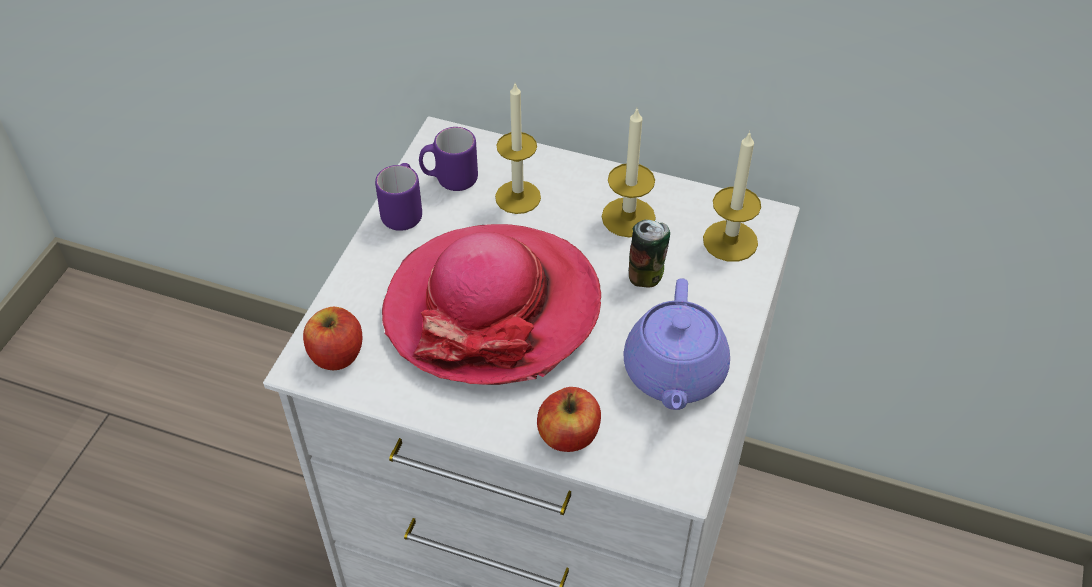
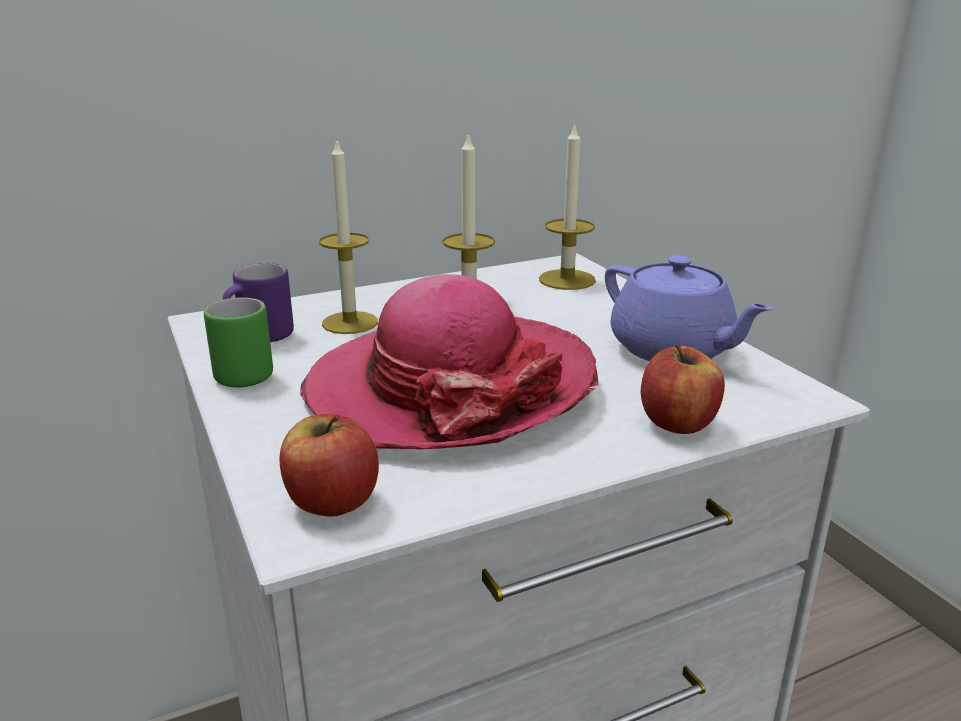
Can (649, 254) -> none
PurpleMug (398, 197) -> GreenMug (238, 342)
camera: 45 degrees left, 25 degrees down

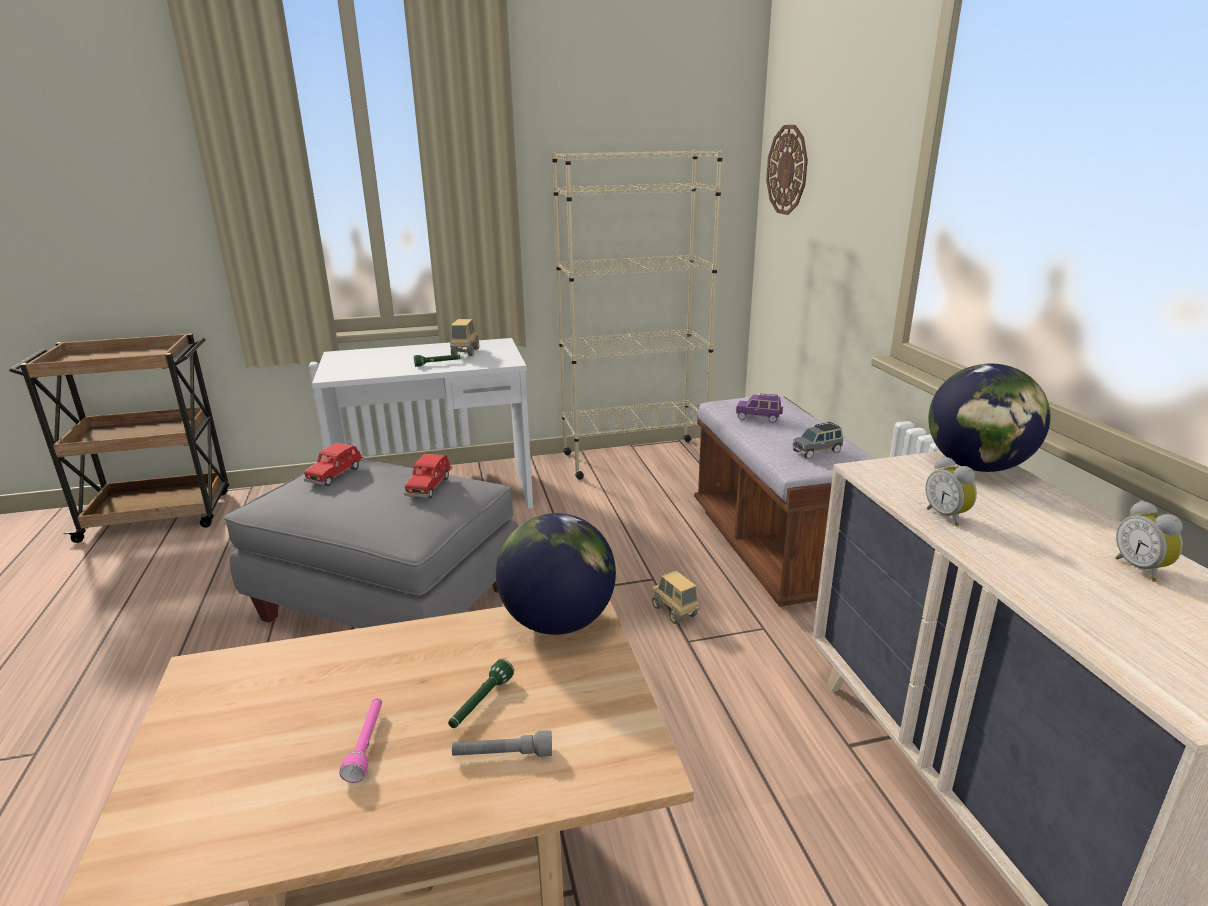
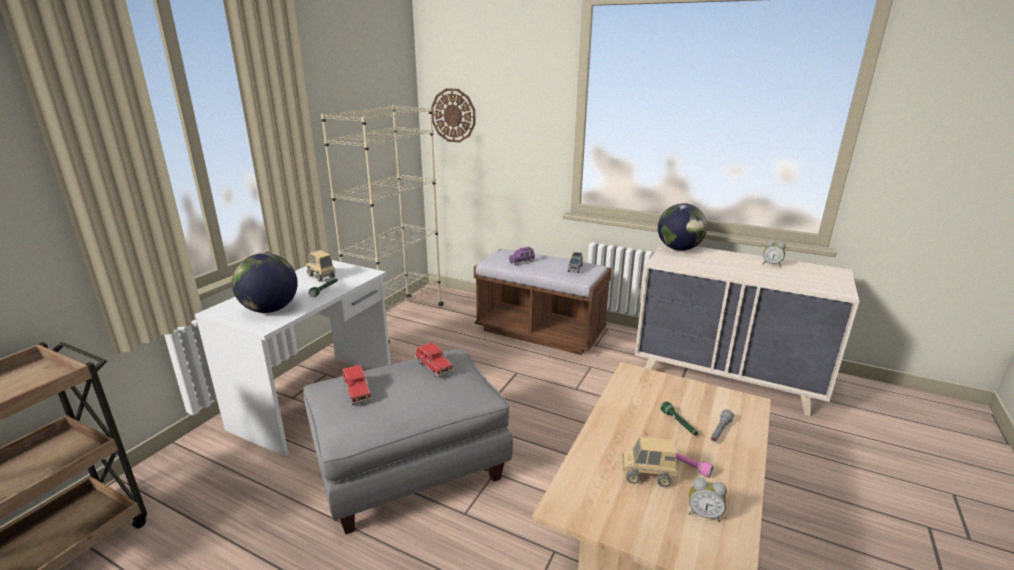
Globe (556, 574) -> Globe (265, 283), relocated
ToyTruck (675, 597) -> ToyTruck (650, 462), relocated
AlarmClock (951, 491) -> AlarmClock (707, 500), relocated
camera: 50 degrees left, 0 degrees up

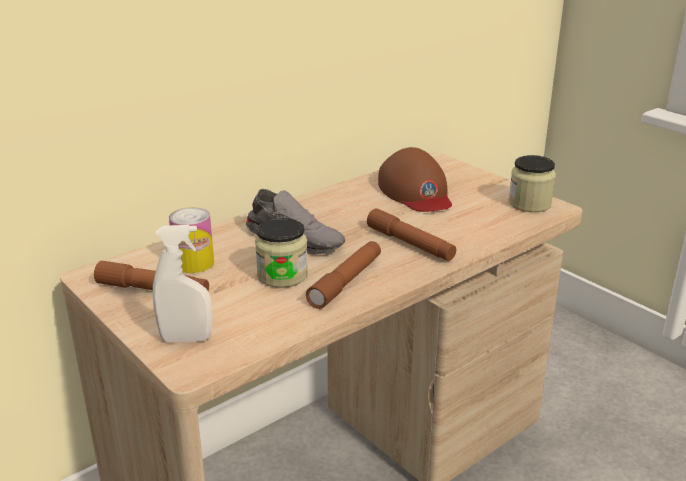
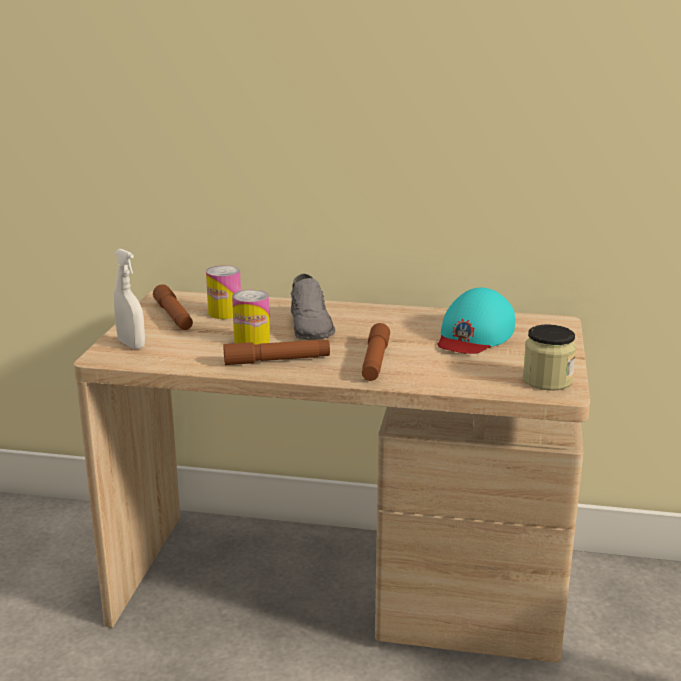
Jar (281, 253) -> Can (251, 317)
BrownCap (415, 179) -> TurquoiseCap (476, 320)
camera: 50 degrees right, 5 degrees down

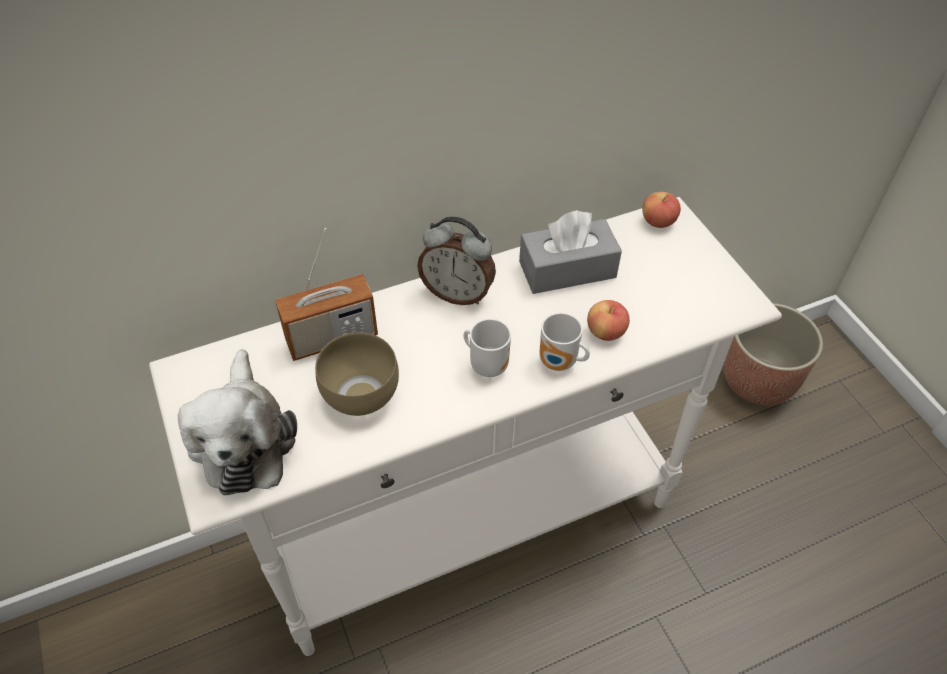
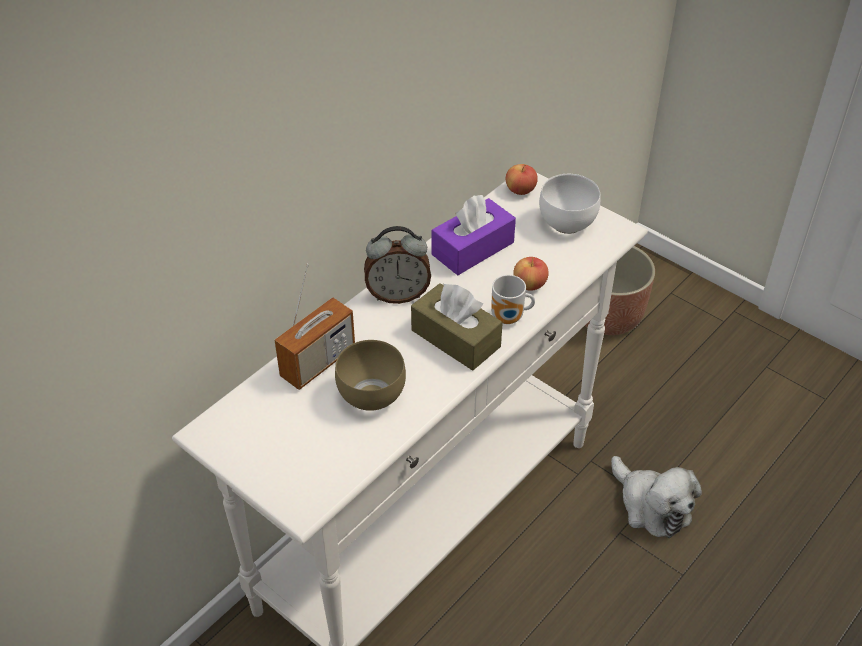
none -> WhiteBowl (569, 204)
PlushToy (237, 422) -> PlushToy (656, 497), relocated
Mug (487, 348) -> BrownTissueBox (457, 326)
GreyTissueBox (570, 252) -> PurpleTissueBox (474, 235)
camera: 25 degrees left, 5 degrees down

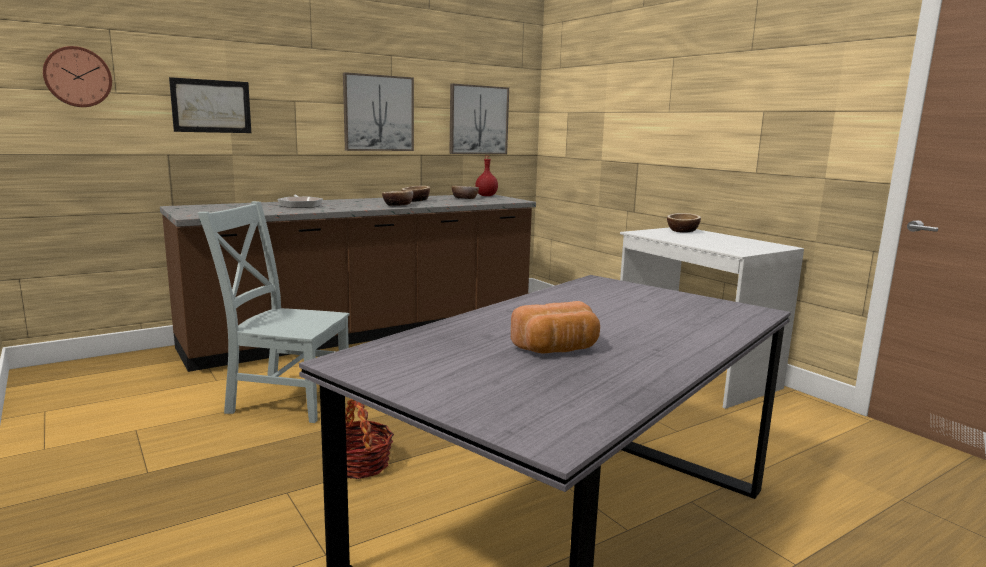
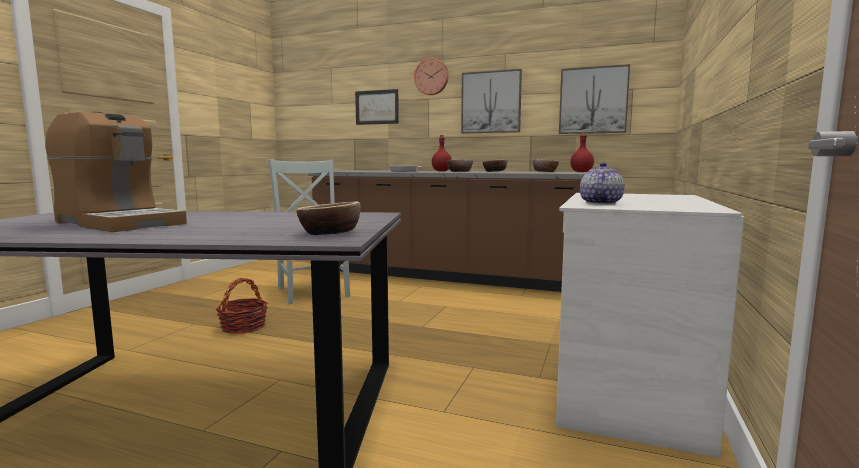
none -> RedBottle (442, 153)
none -> Teapot (602, 183)
WallClock (77, 76) -> WallClock (431, 76), relocated
Bowl (684, 223) -> Bowl (328, 218), relocated
Bread (555, 327) -> CoffeeMachine (116, 172)
camera: 55 degrees right, 5 degrees down

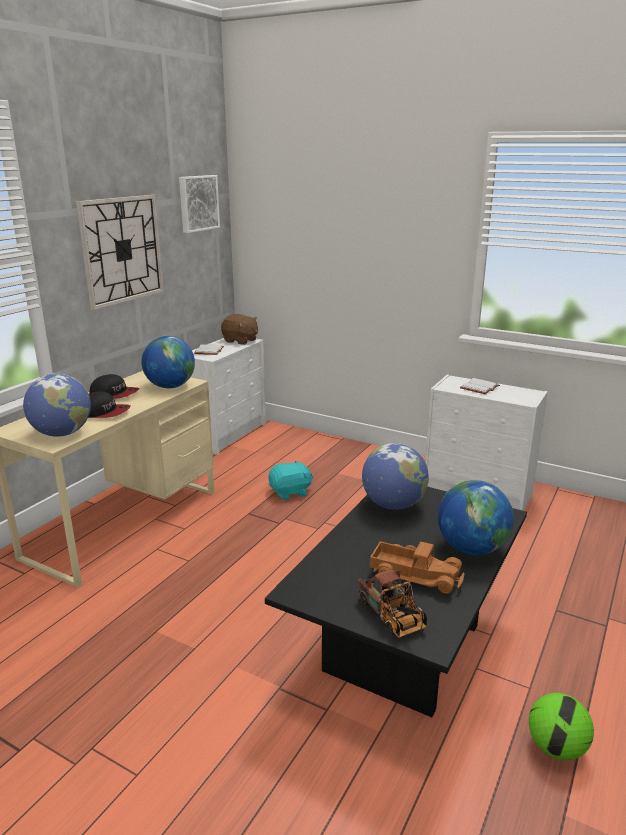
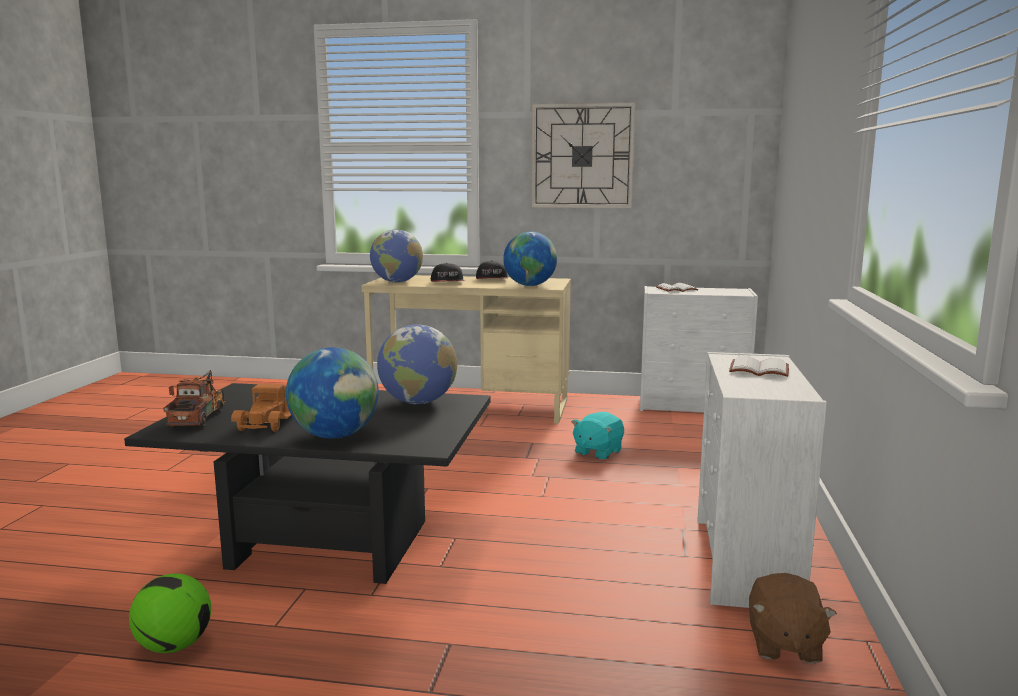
Picture (199, 204) -> none
BrownPlushToy (239, 329) -> BrownPlushToy (793, 618), relocated
TurquoisePlushToy (291, 480) -> TurquoisePlushToy (597, 436), 75 degrees clockwise
ToyTruck (392, 604) -> ToyTruck (194, 399), 135 degrees clockwise
camera: 70 degrees right, 10 degrees down

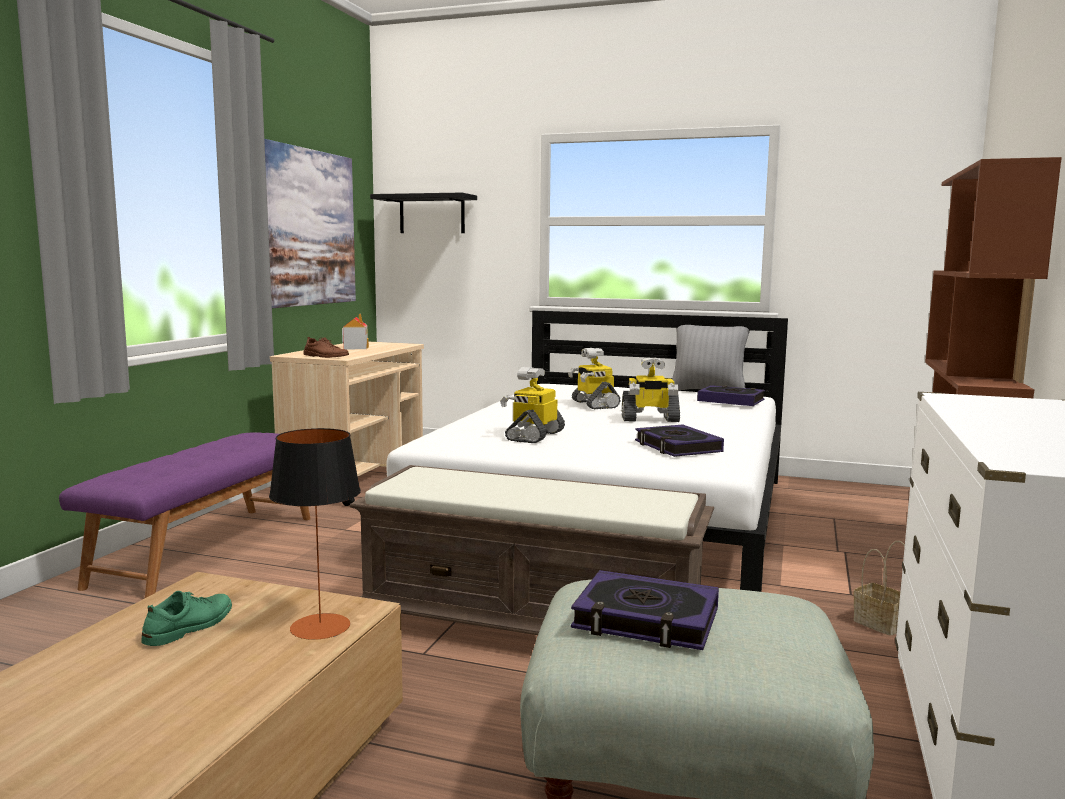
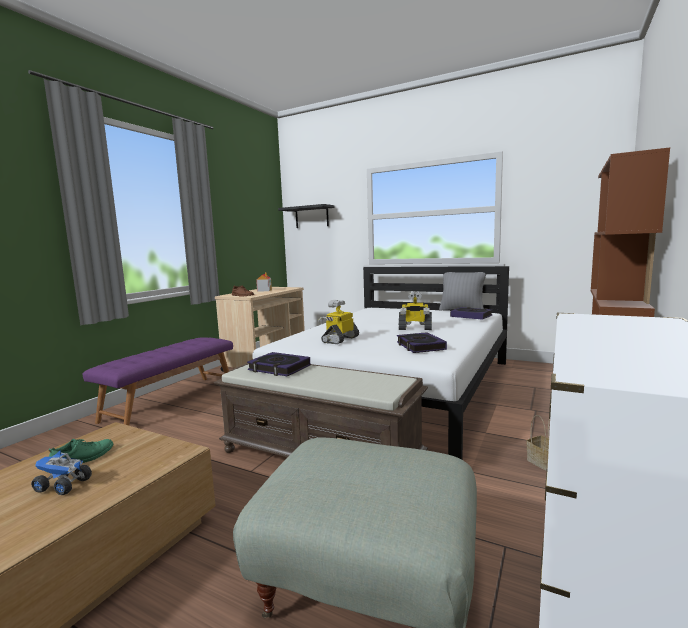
Picture (310, 223) -> none
TableLamp (315, 534) -> none
ToyRobot (594, 378) -> none
none -> ToyTruck (61, 472)
Book (645, 610) -> Book (278, 364), relocated
camera: 10 degrees right, 0 degrees up

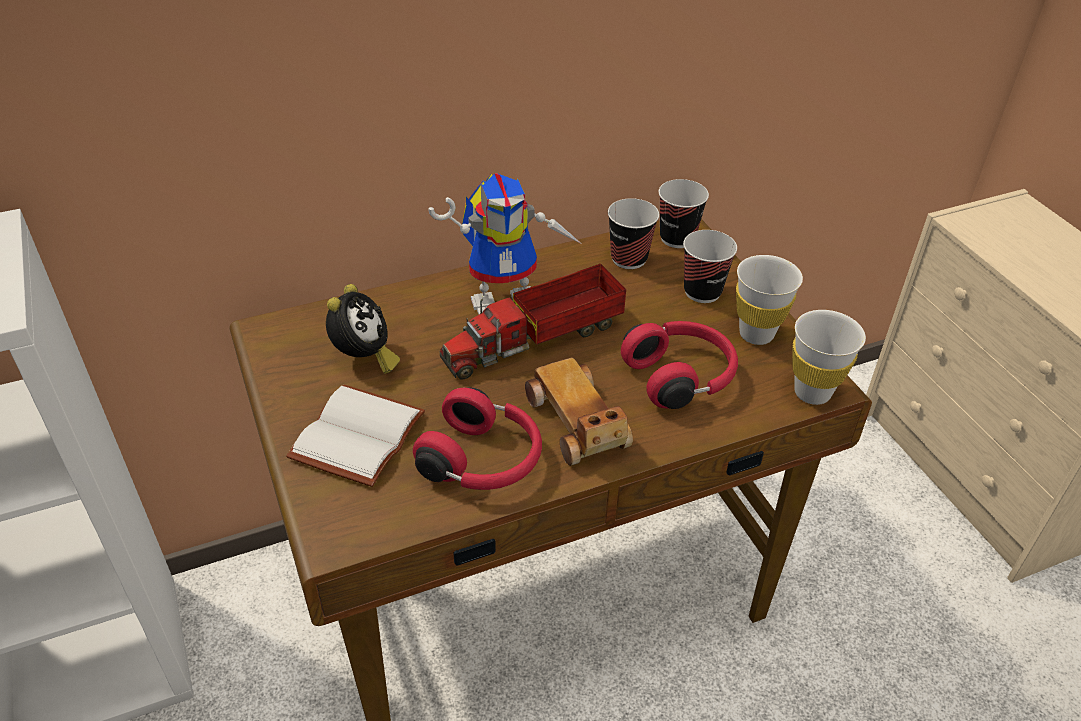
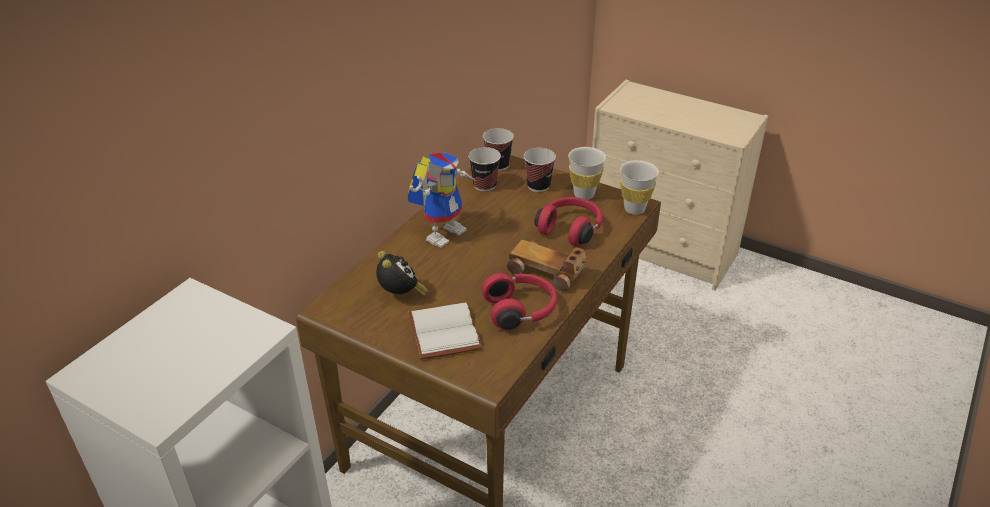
ToyTruck (533, 322) -> none
camera: 35 degrees left, 5 degrees down

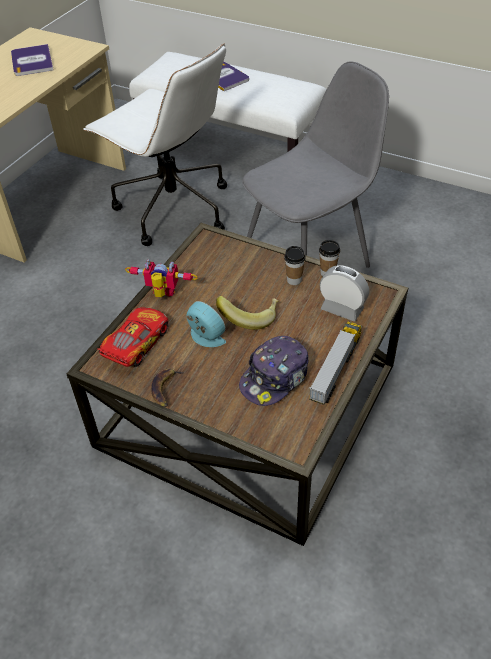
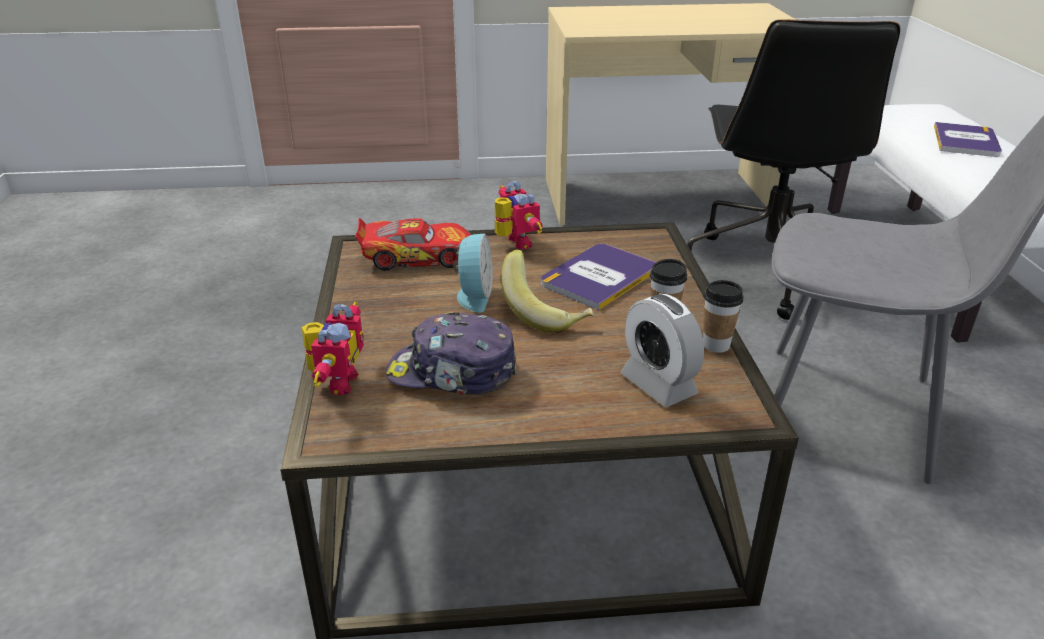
Banana (168, 387) -> none
ToyTruck (335, 363) -> none
none -> ToyRobot (333, 348)
Book (32, 60) -> Book (598, 277), relocated
WhiteOfficeChair (155, 144) -> BlackOfficeChair (793, 169)
AlarmClock (344, 293) -> AlarmClock (662, 350), 150 degrees clockwise
camera: 55 degrees right, 15 degrees down

